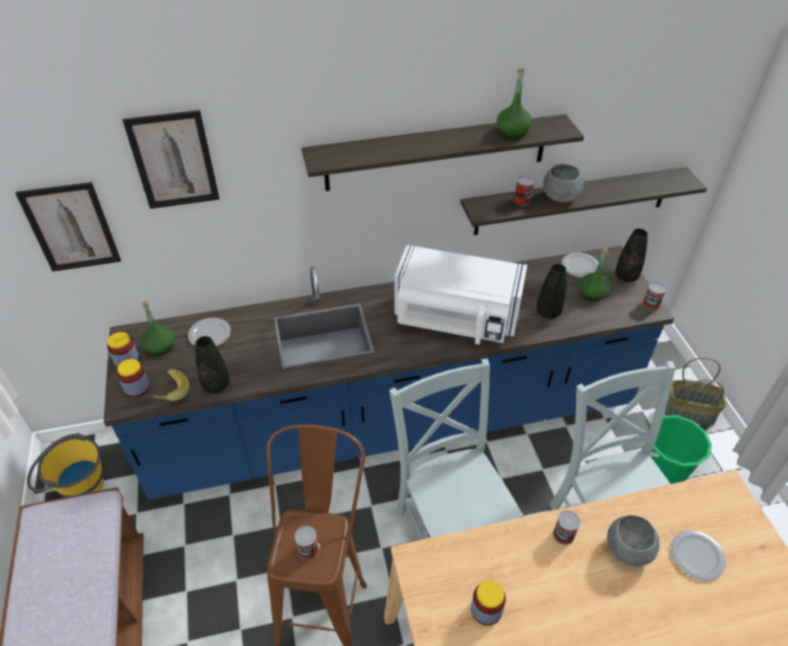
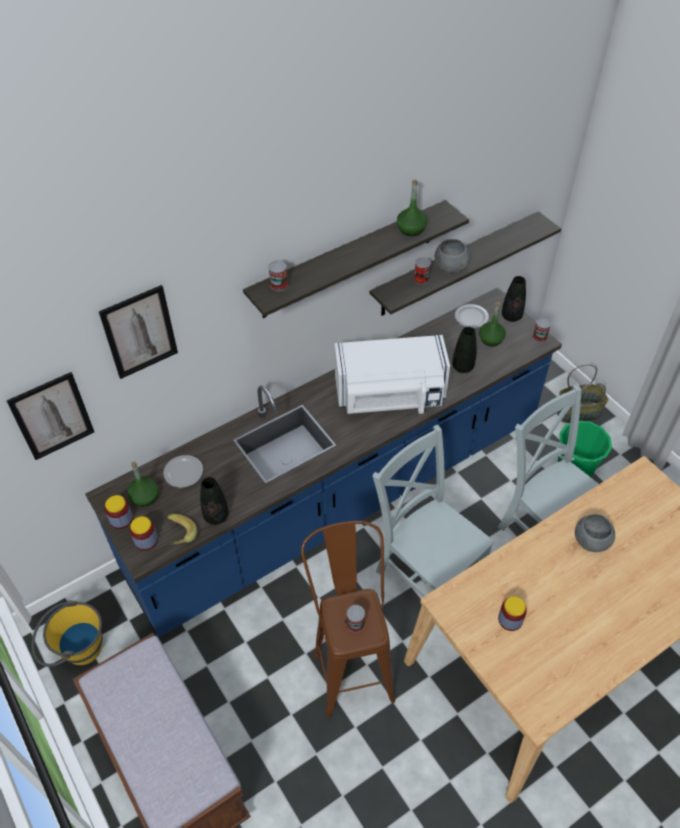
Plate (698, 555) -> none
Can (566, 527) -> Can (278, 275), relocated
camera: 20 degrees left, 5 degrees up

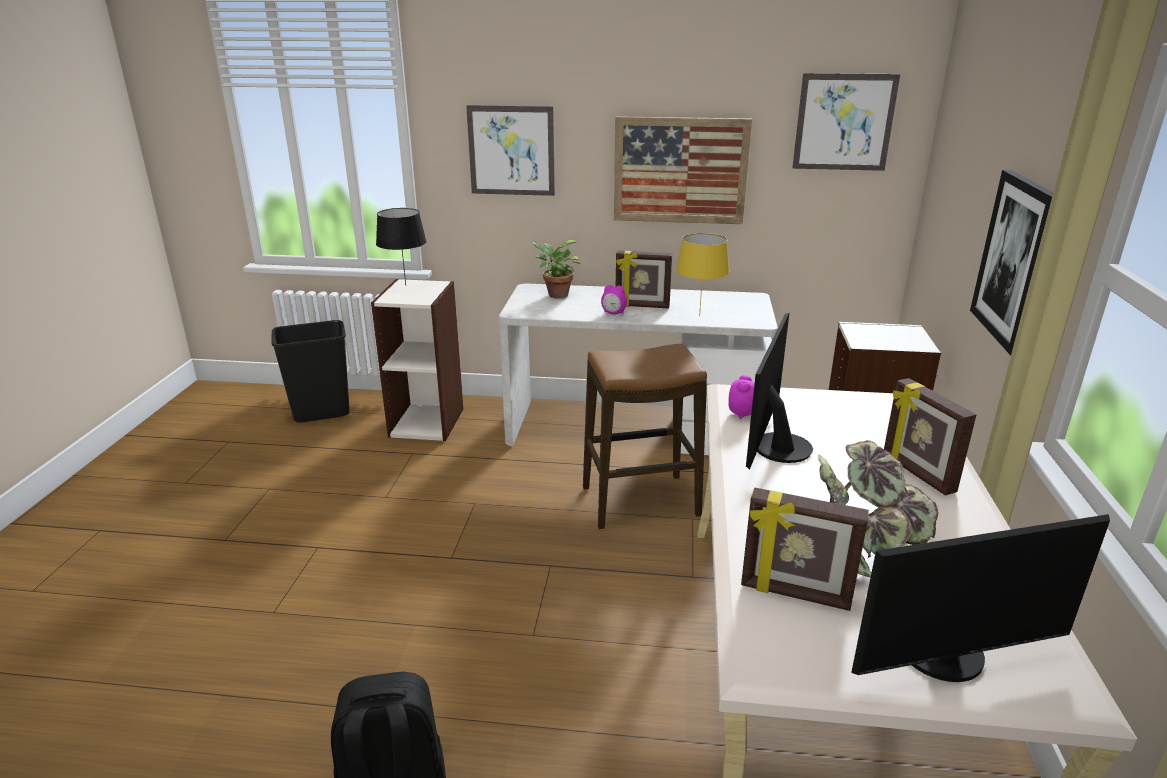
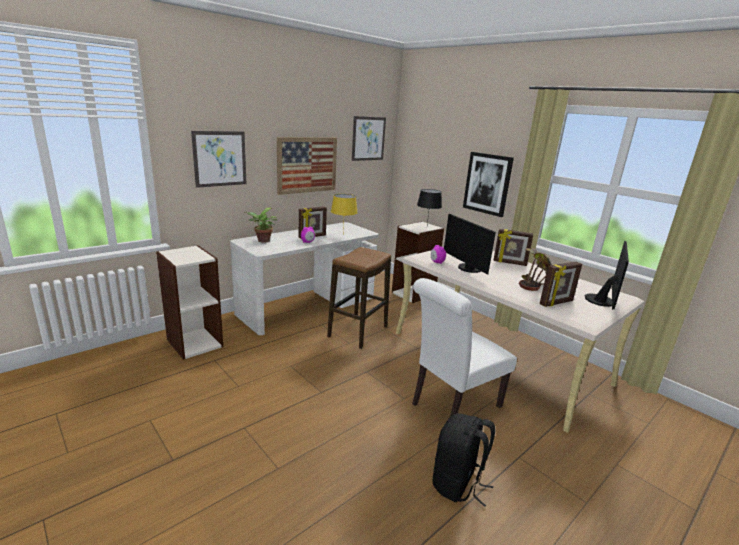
BlackTrashCan (310, 371) -> none
none -> WhiteChair (464, 347)
BlackTableLamp (401, 246) -> BlackTableLamp (429, 206), relocated
camera: 50 degrees left, 5 degrees down

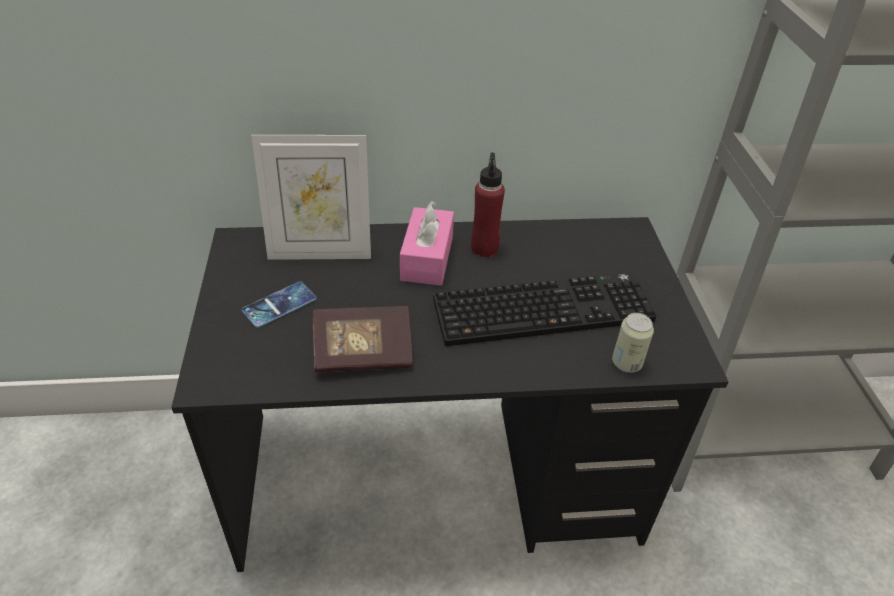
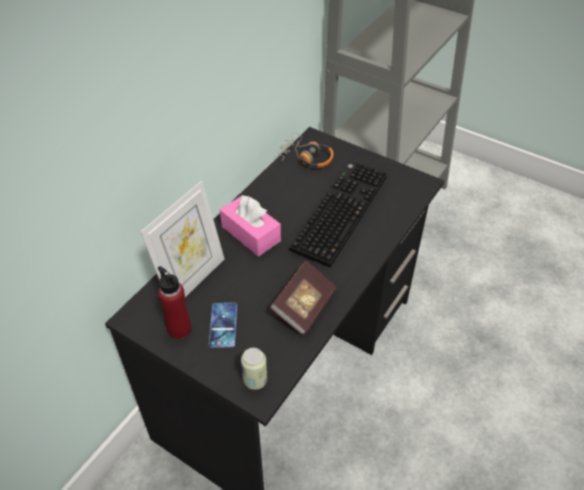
none -> Headphones (306, 150)
RedBottle (488, 205) -> RedBottle (174, 302), relocated
Can (633, 343) -> Can (254, 369), relocated
camera: 50 degrees left, 5 degrees up

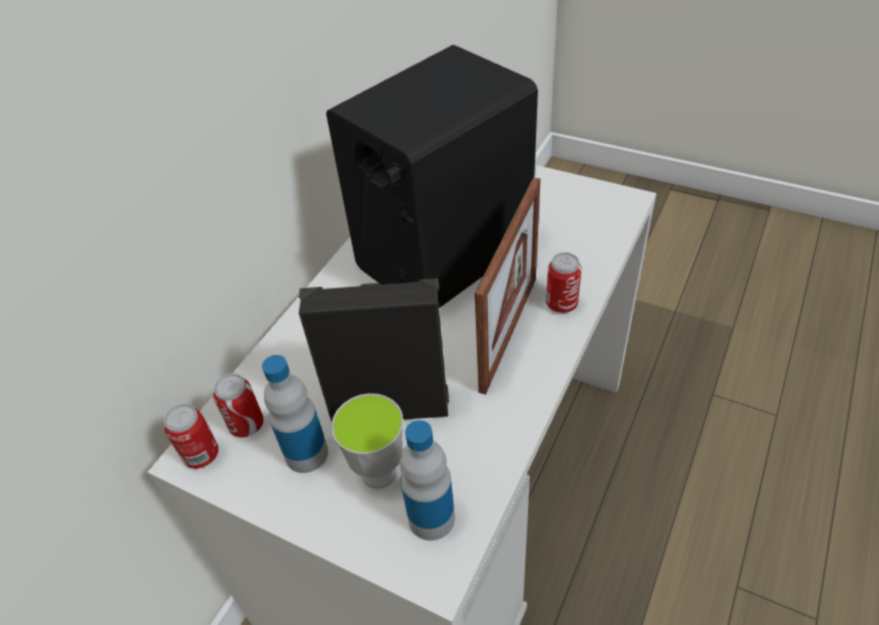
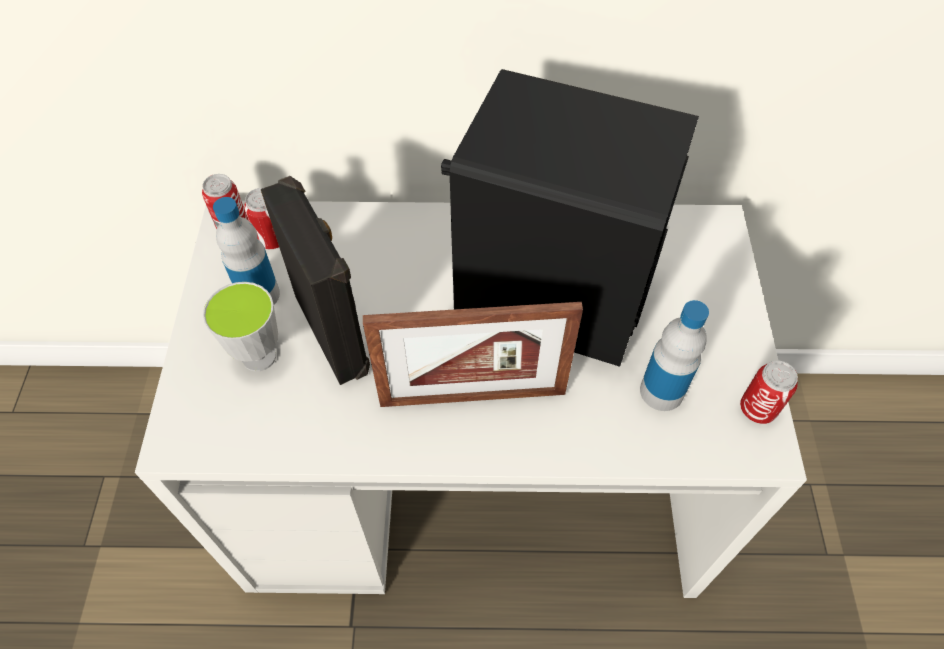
Bottle (427, 480) -> Bottle (674, 355), relocated
Can (564, 282) -> Can (769, 392), relocated
camera: 60 degrees right, 10 degrees up

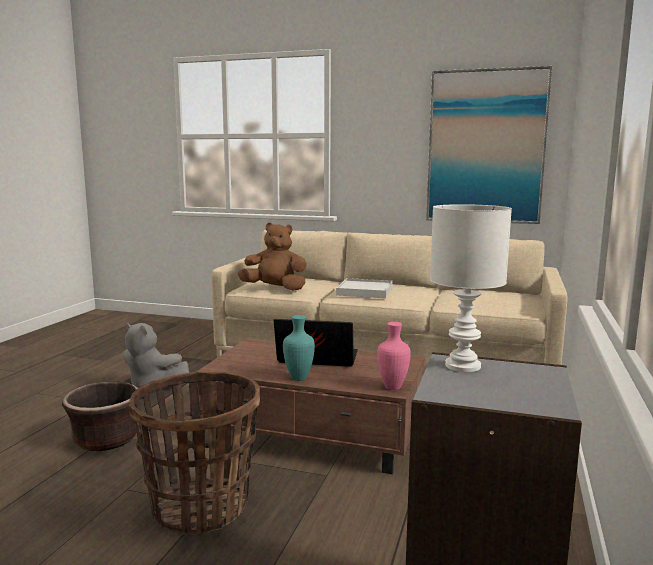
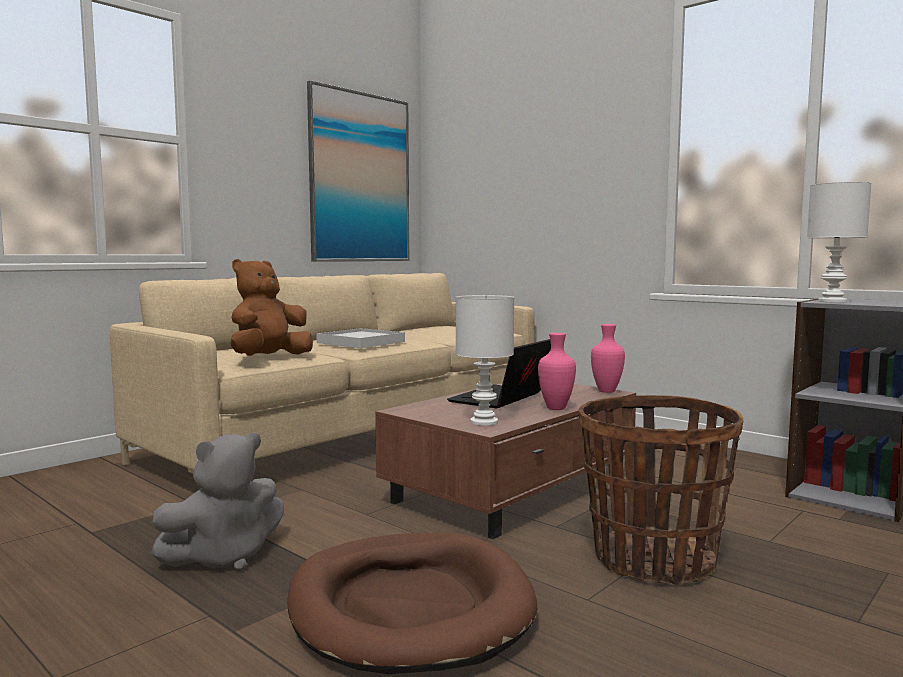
none -> WhiteTableLamp (485, 360)
BrownPlanter (100, 416) -> BrownDogBed (412, 603)
TurquoiseVase (299, 348) -> PinkVase (557, 371)
camera: 65 degrees left, 5 degrees down

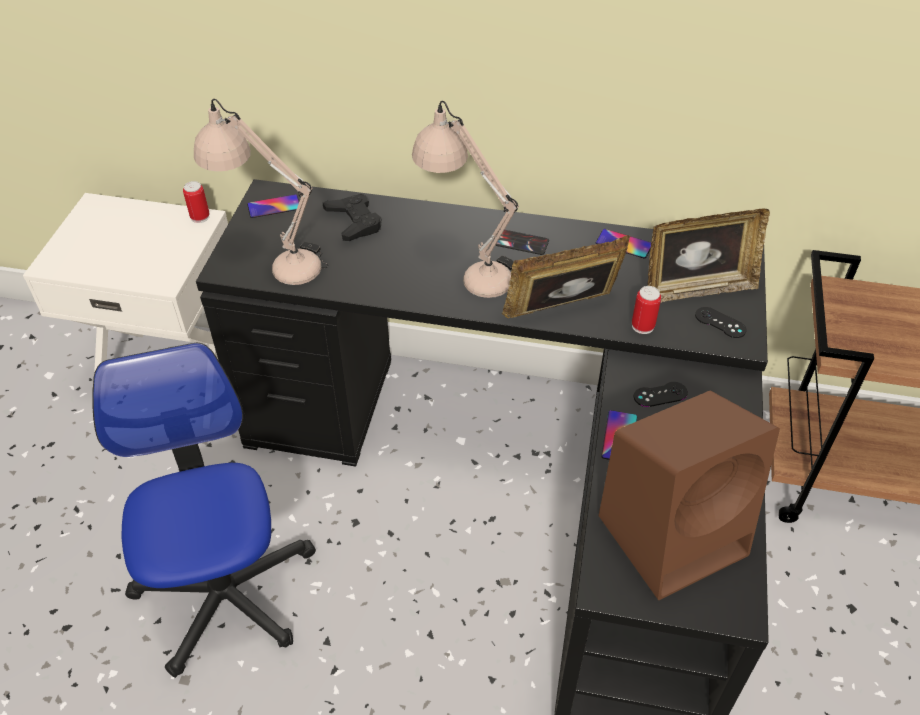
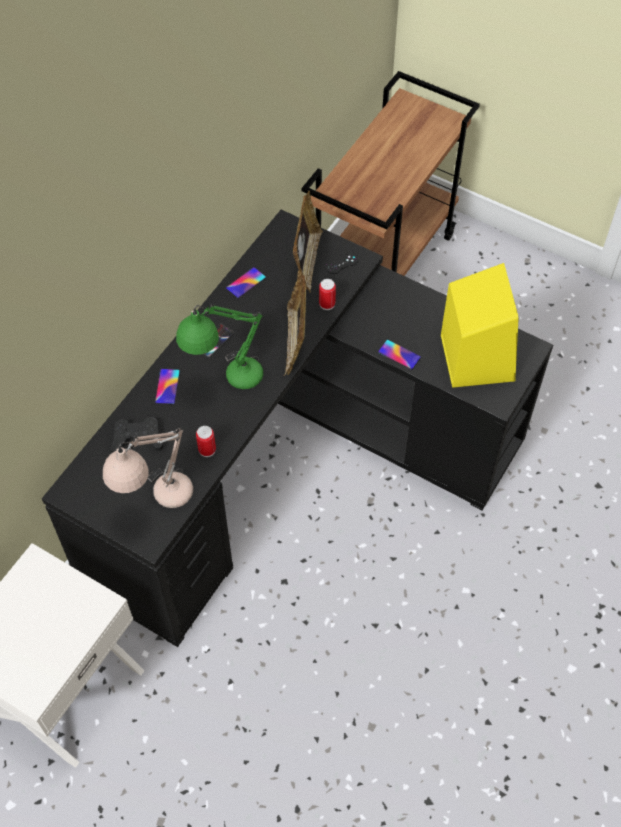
OfficeChair (204, 510) -> none
BlackGameController (661, 394) -> none
Can (196, 202) -> Can (206, 441), relocated
Phone (273, 206) -> Phone (167, 387), relocated
BeigeTableLamp (465, 199) -> GreenTableLamp (219, 346)
BrownSpeaker (689, 495) -> YellowSpeaker (480, 325)
camera: 70 degrees left, 10 degrees up

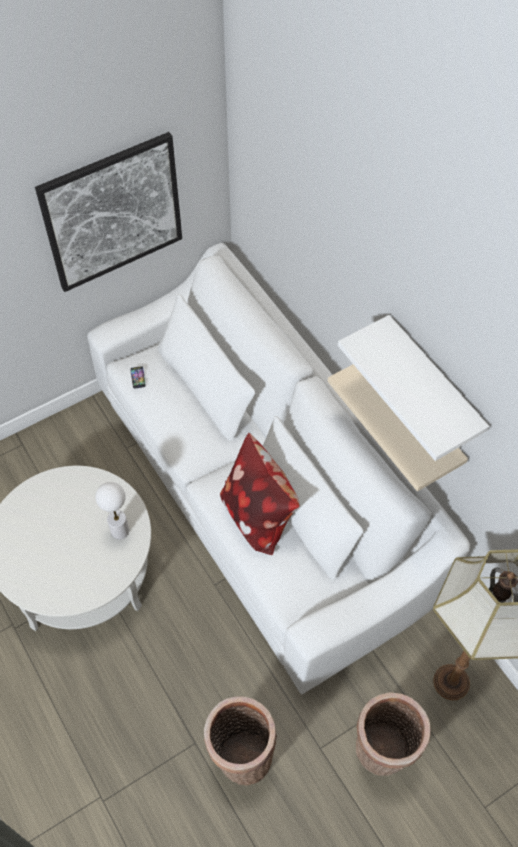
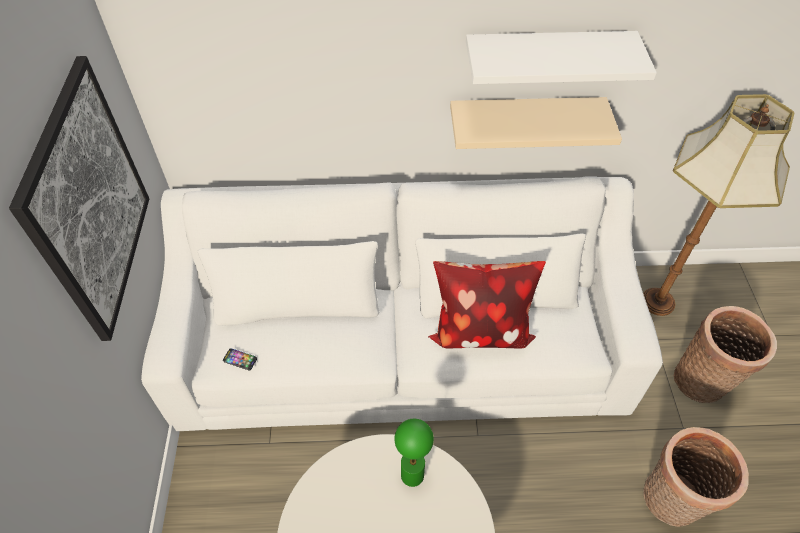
WhiteTableLamp (112, 511) -> GreenTableLamp (414, 453)
camera: 60 degrees left, 5 degrees down

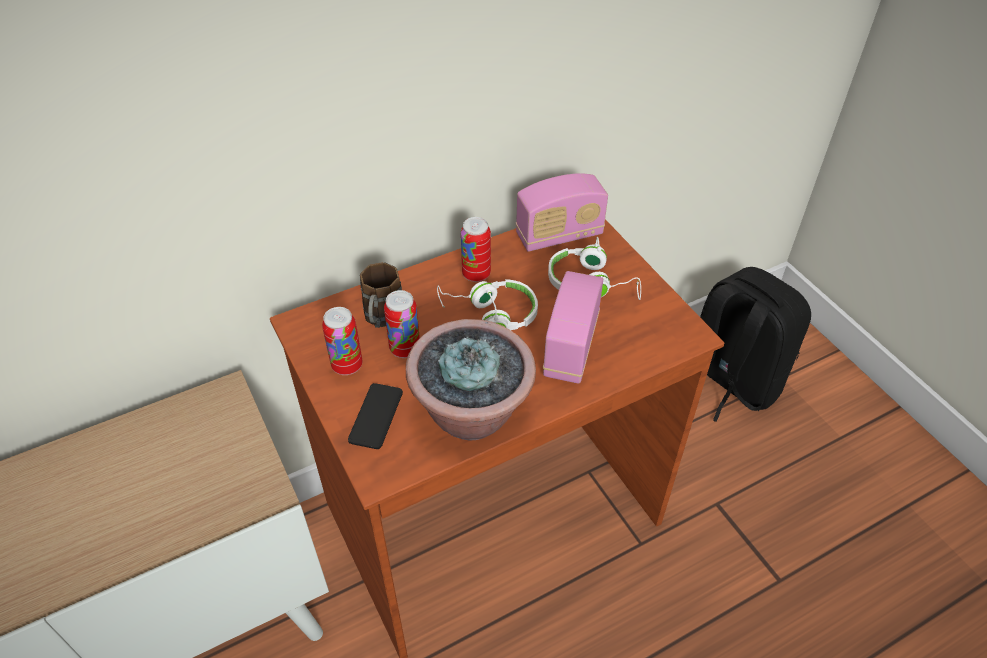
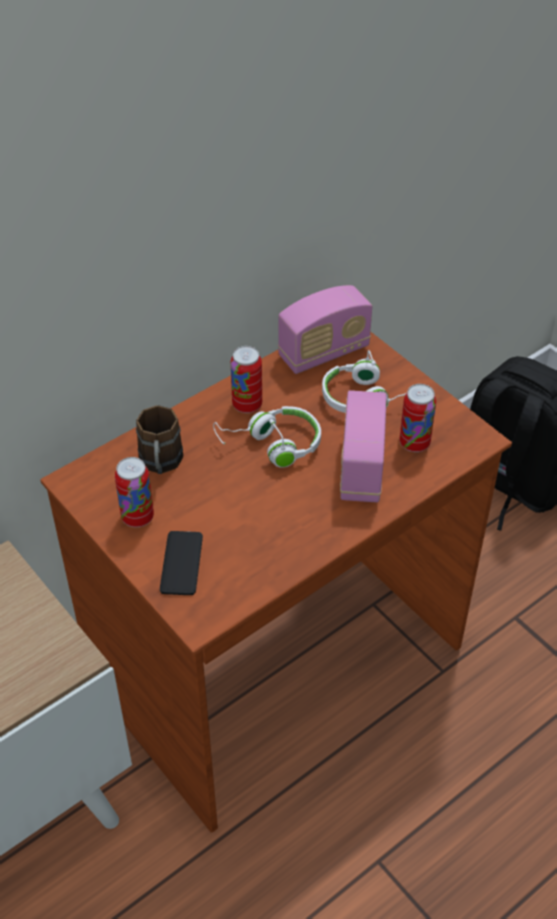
PottedPlant (471, 380) -> none
Can (402, 324) -> Can (417, 418), relocated
camera: 10 degrees left, 0 degrees up

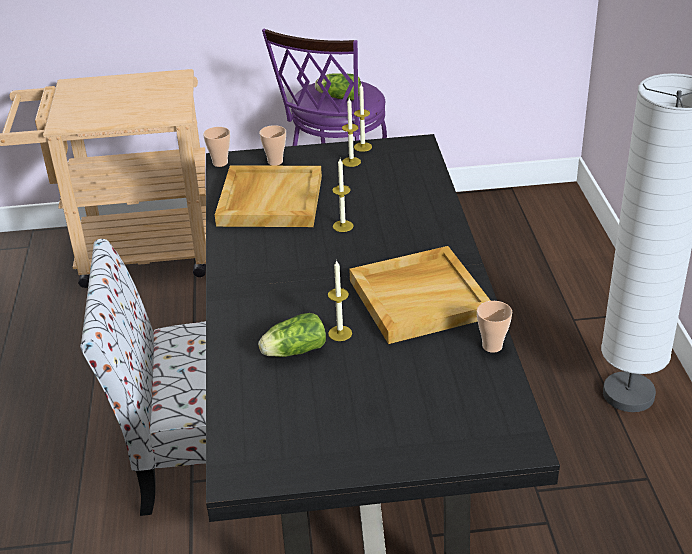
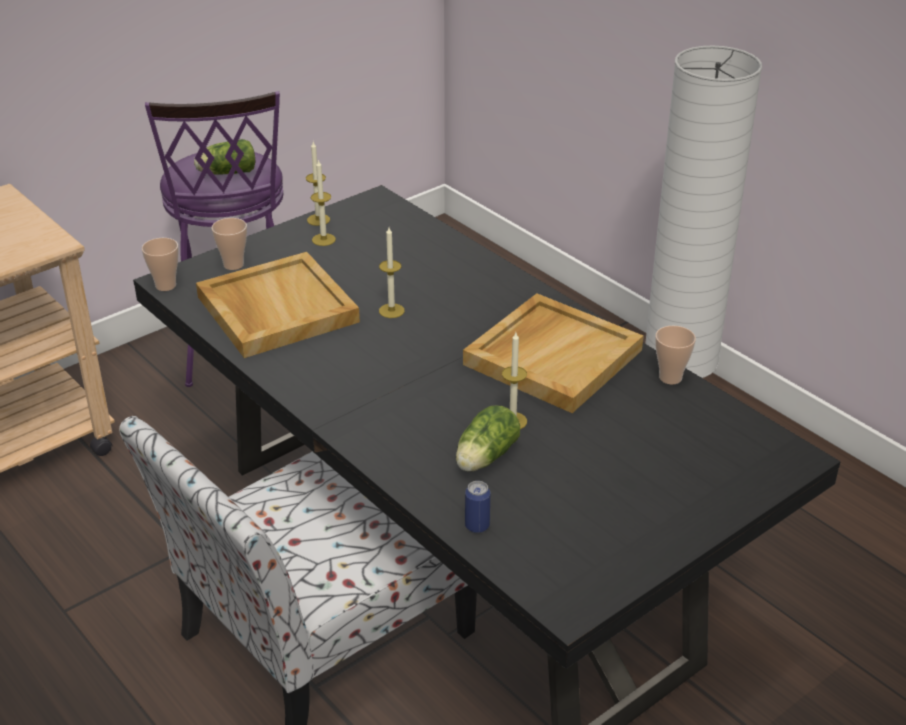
none -> Can (477, 507)
camera: 35 degrees left, 0 degrees up

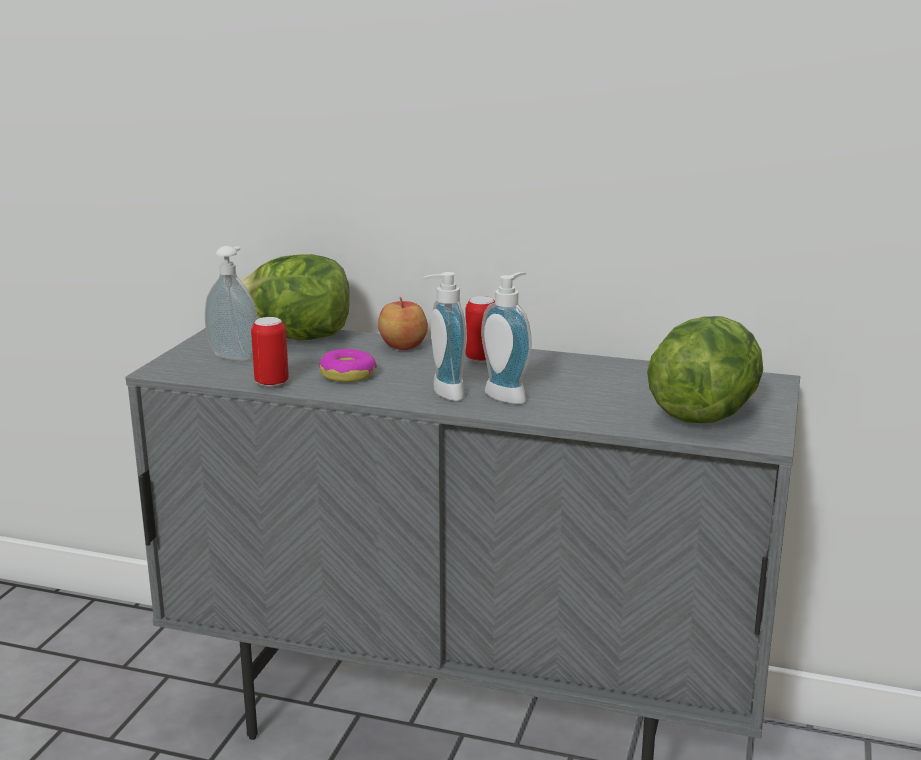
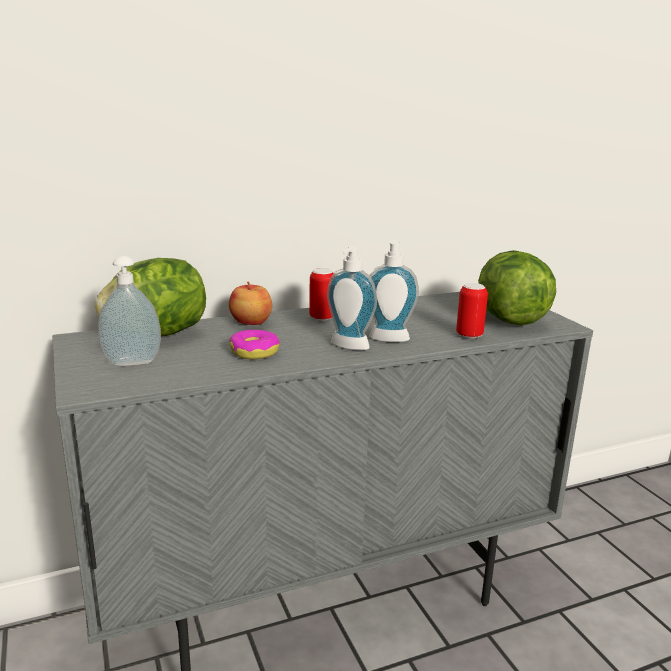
Can (270, 352) -> Can (472, 311), relocated
camera: 40 degrees left, 0 degrees up

